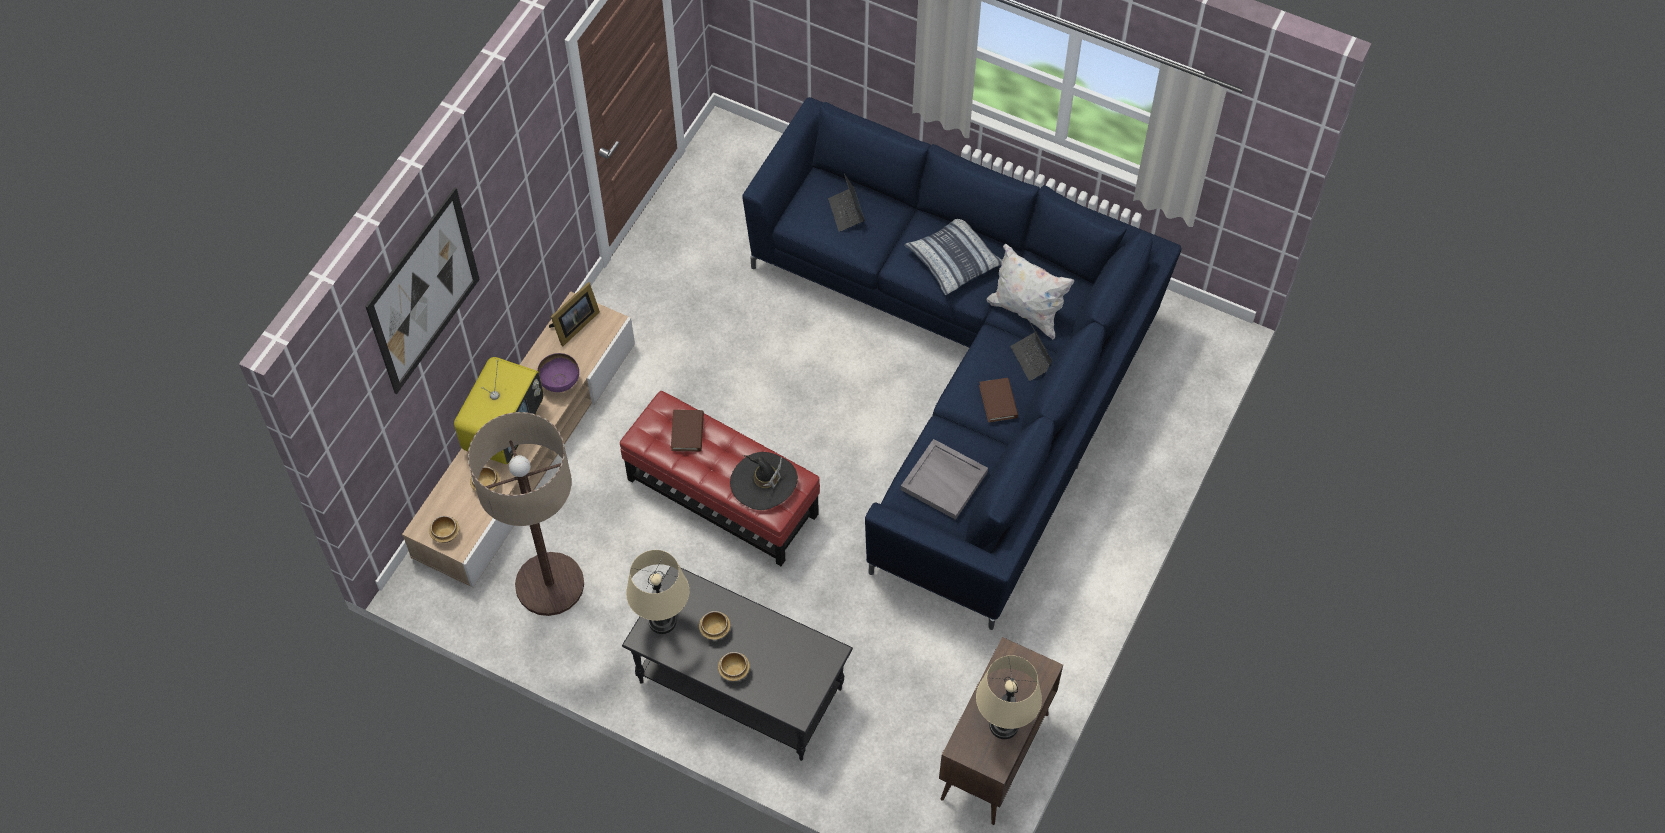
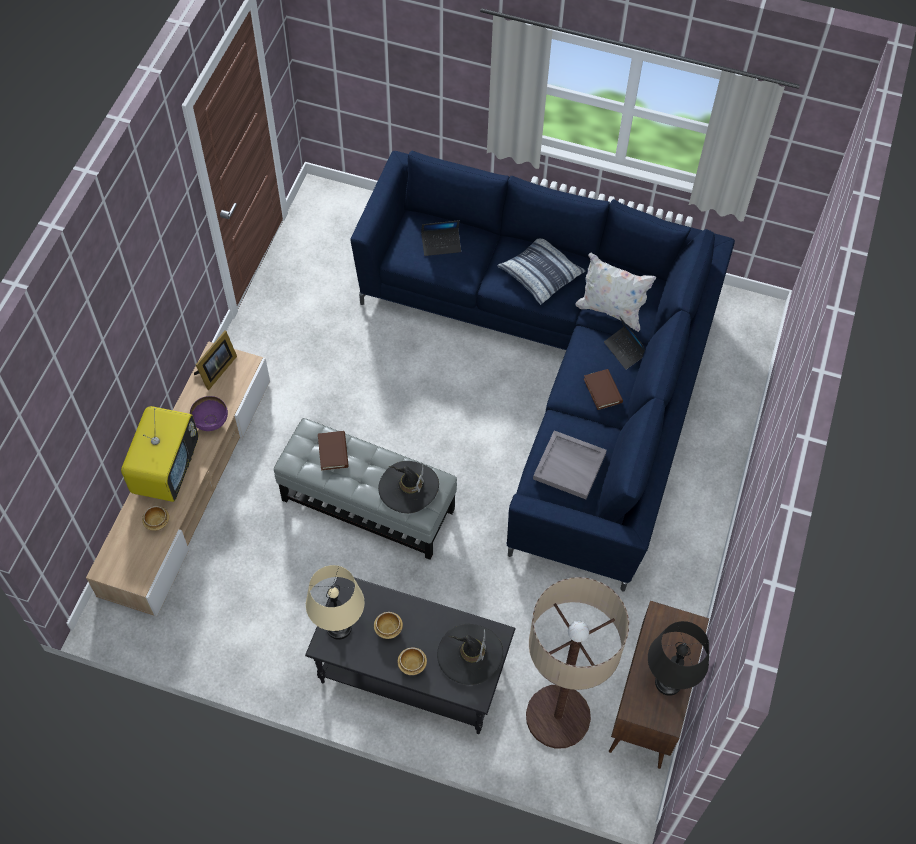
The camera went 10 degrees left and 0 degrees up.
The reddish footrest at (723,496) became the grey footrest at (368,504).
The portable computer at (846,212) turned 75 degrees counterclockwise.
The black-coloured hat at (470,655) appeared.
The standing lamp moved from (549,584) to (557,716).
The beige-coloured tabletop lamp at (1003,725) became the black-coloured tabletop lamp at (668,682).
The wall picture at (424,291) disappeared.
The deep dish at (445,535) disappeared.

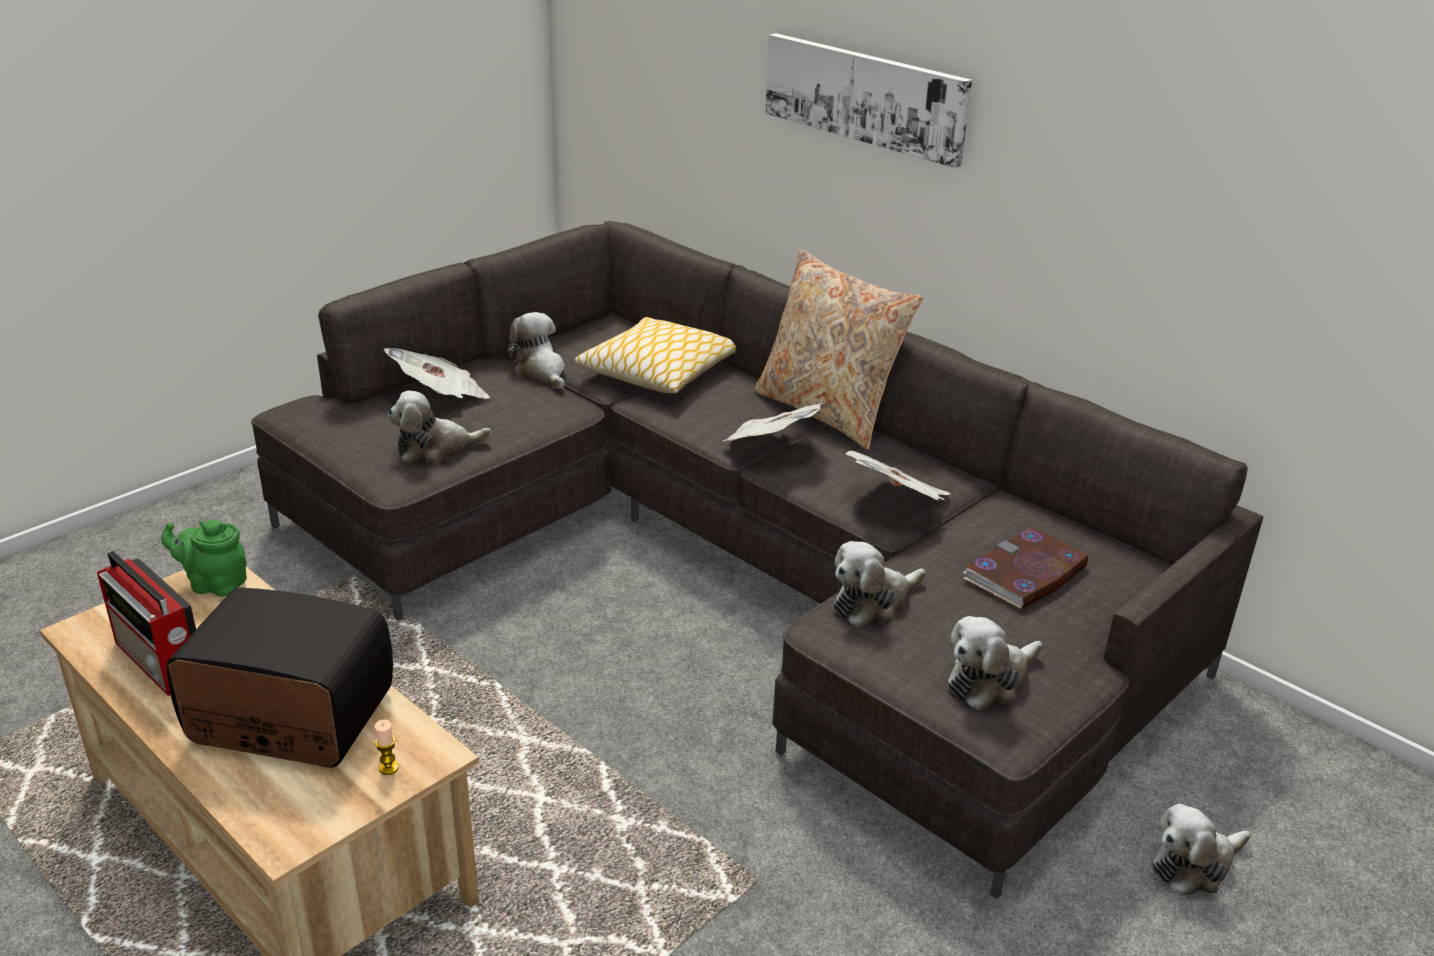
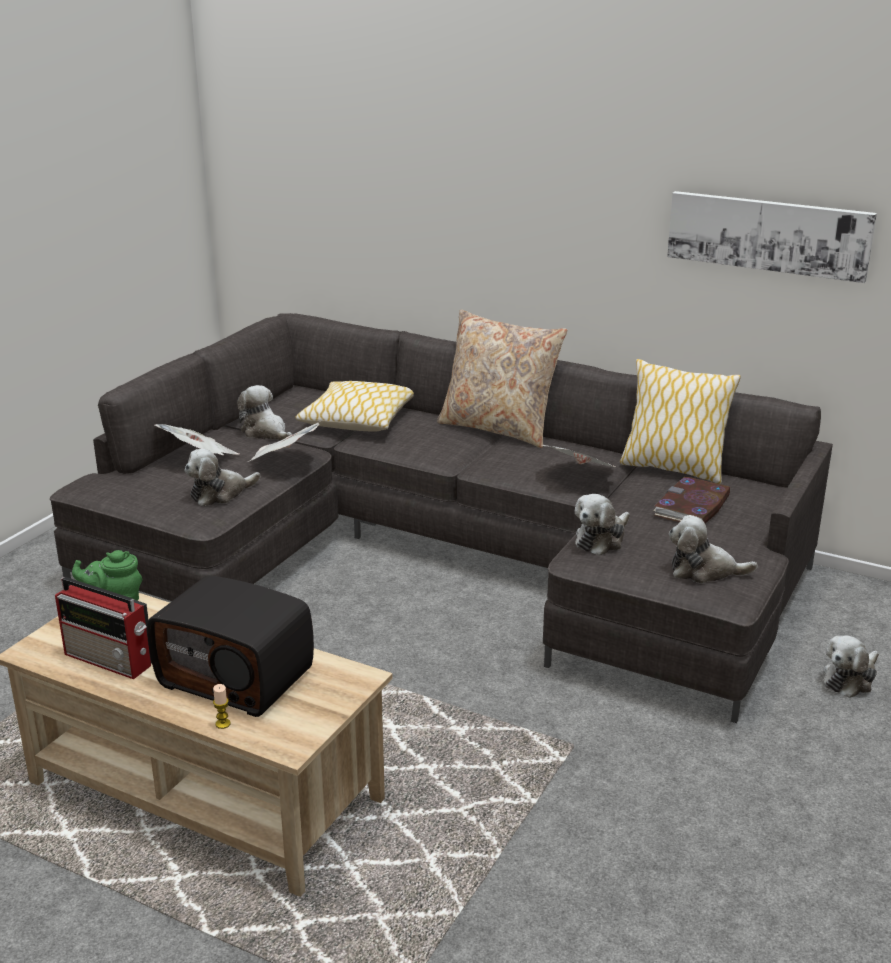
The camera went 15 degrees left and 5 degrees down.
The radio receiver at (289,719) turned 150 degrees counterclockwise.
The candle moved from (388,768) to (223,724).
The printed paper moved from (771,445) to (284,460).
The throw pillow at (673,468) appeared.
The wall picture moved from (865,96) to (768,234).
The cuddly toy at (989,681) turned 60 degrees clockwise.

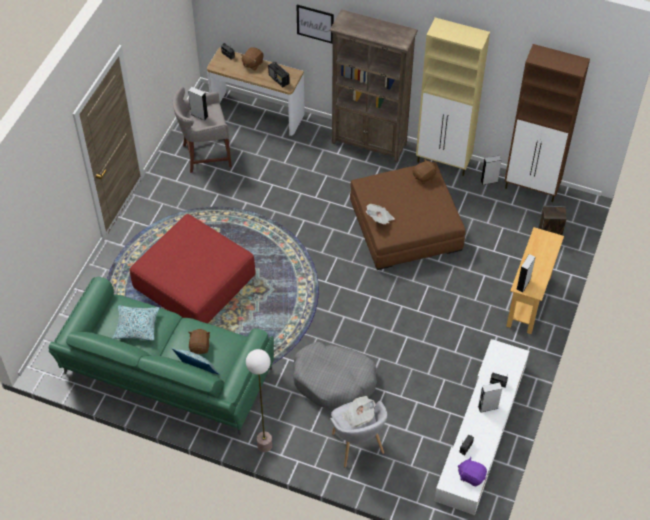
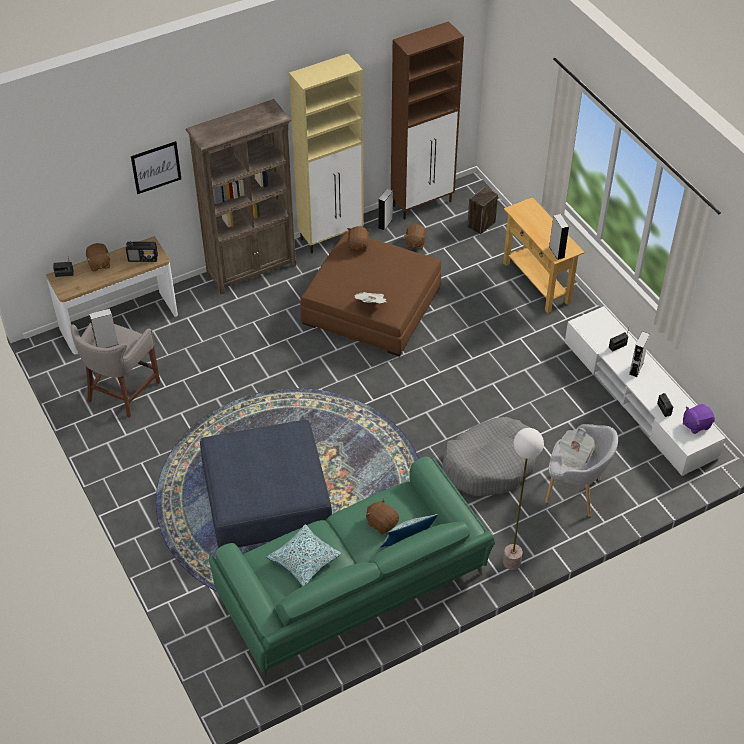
The camera went 50 degrees left and 5 degrees down.
The reddish footrest at (193,282) became the blue-coloured footrest at (266,498).
The brown cuddly toy at (415,243) appeared.

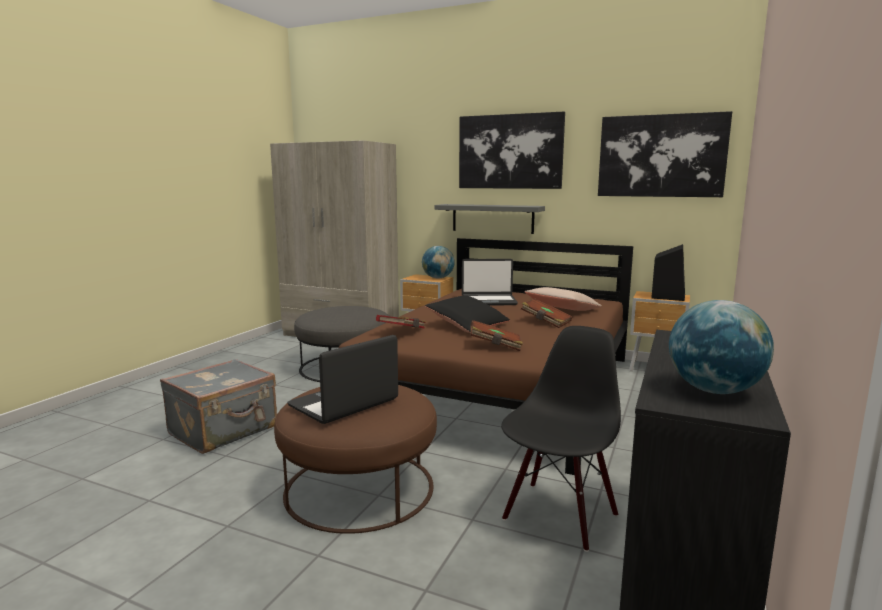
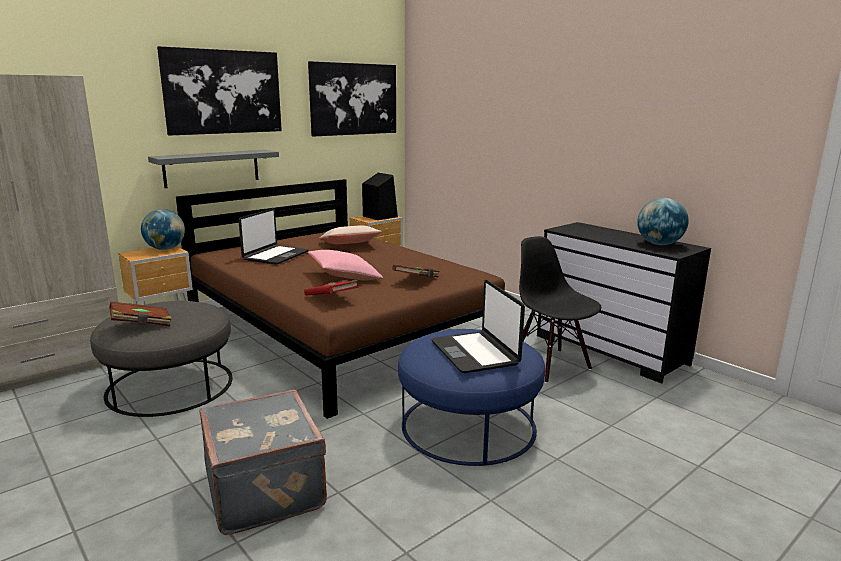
The camera went 65 degrees left and 5 degrees up.
The brown volume moved from (545,322) to (142,325).
The black-coloured throw pillow at (467,325) became the pinkish throw pillow at (344,277).
The brown footrest at (359,488) became the blue-coloured footrest at (469,425).

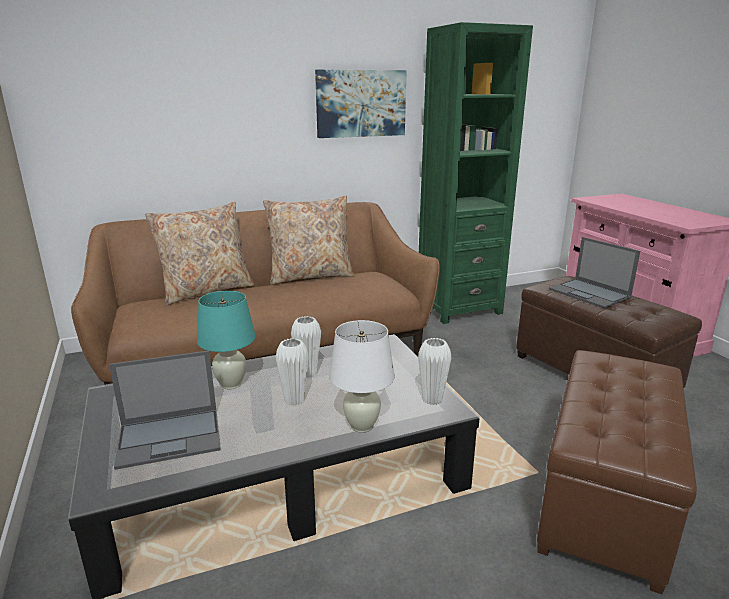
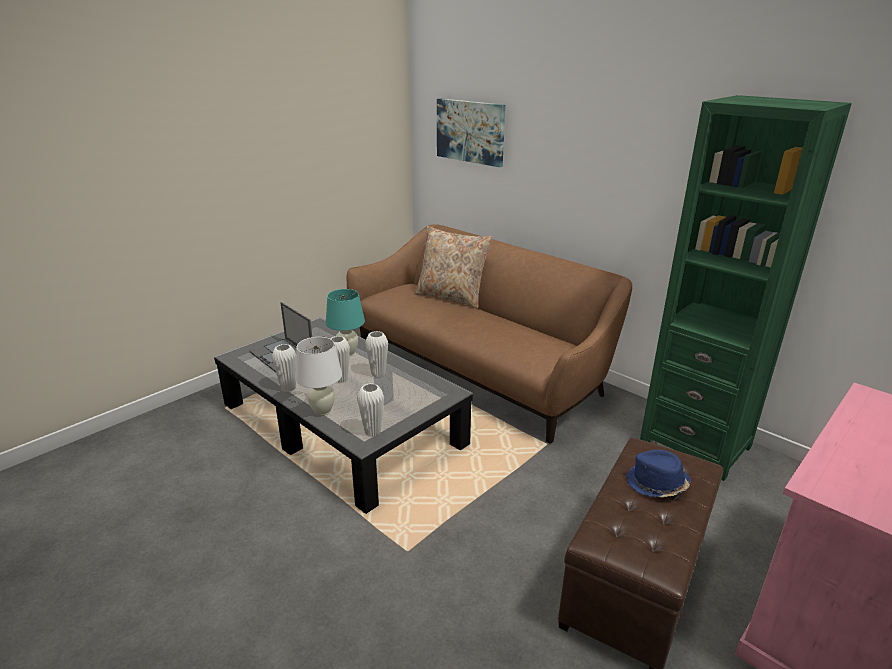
The camera went 65 degrees right and 5 degrees up.
The white vase at (288,388) appeared.
The wall picture moved from (361,103) to (470,131).
The portable computer at (590,293) was replaced by the blue-coloured hat at (656,484).
The beige-coloured throw pillow at (310,276) disappeared.
The brown footrest at (605,498) disappeared.

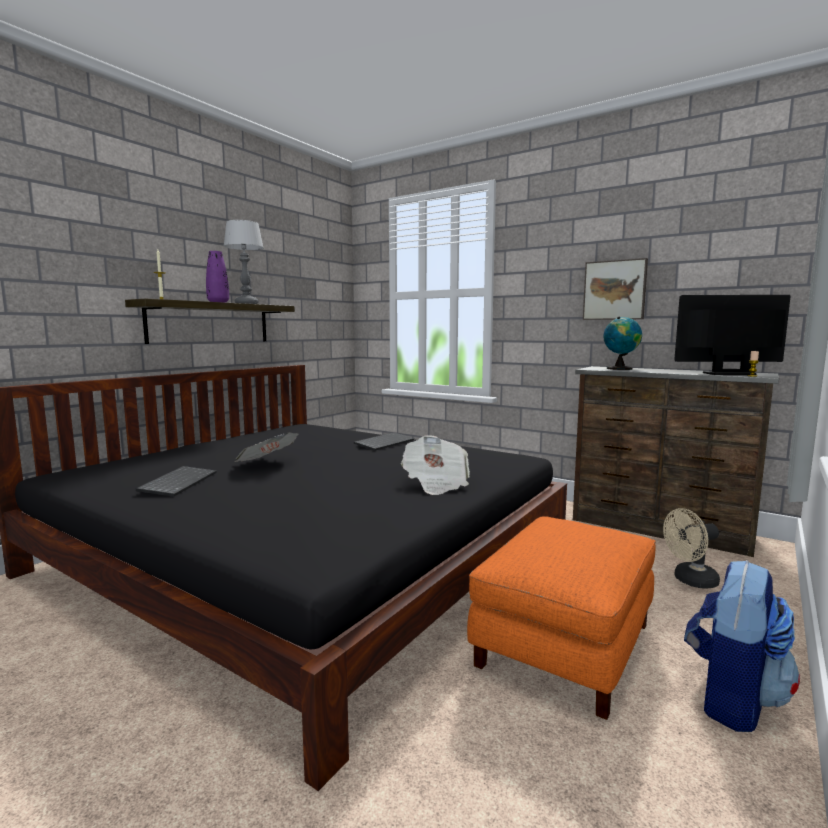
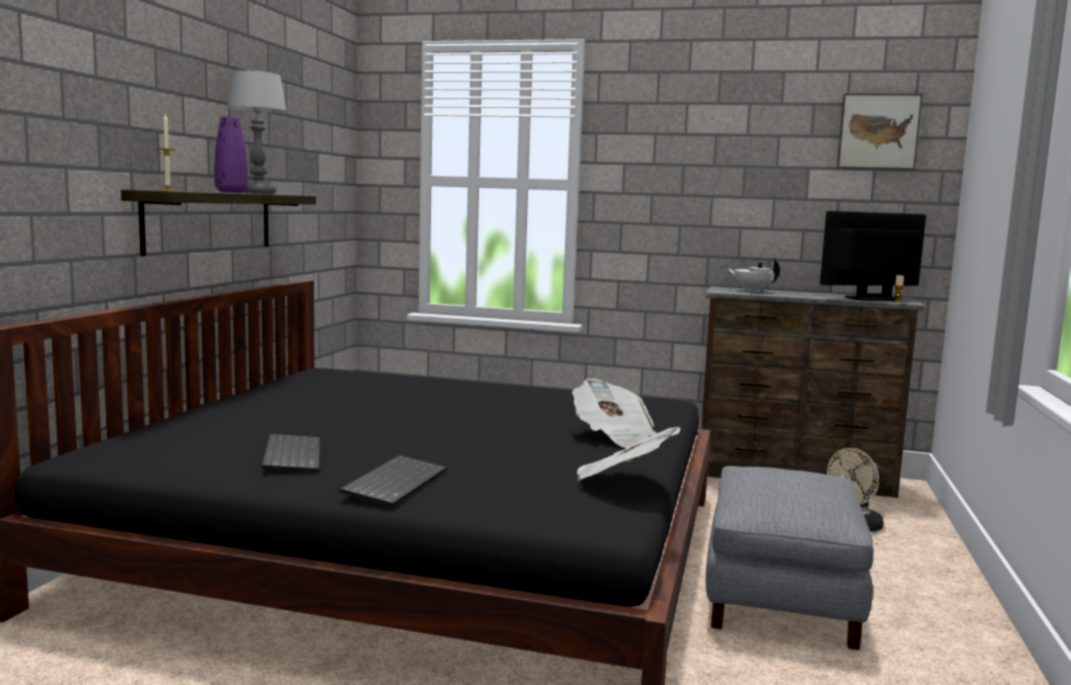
The camera went 20 degrees left and 0 degrees up.
The keyboard moved from (384,442) to (394,483).
The printed paper moved from (267,464) to (622,481).
The orangey footrest at (563,643) became the grey footrest at (779,596).
The world globe at (620,368) was replaced by the white teapot at (752,291).
The wall picture moved from (615,290) to (878,132).
The knapsack at (732,698) disappeared.

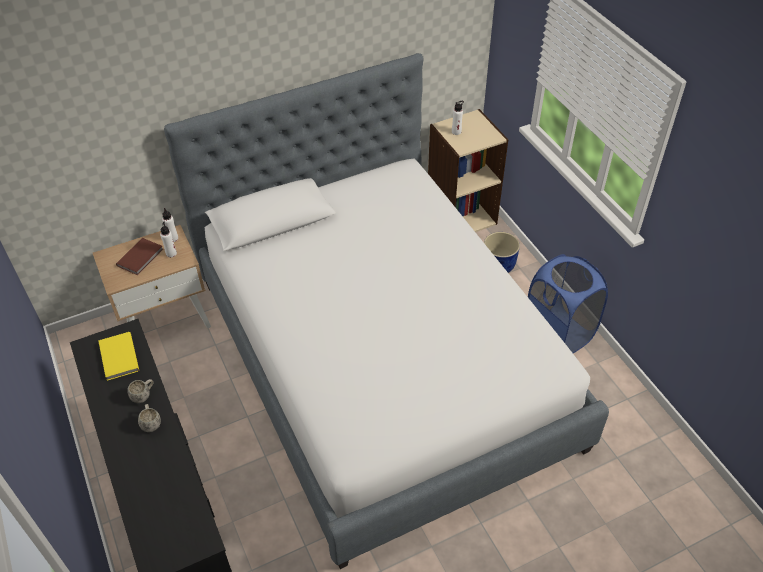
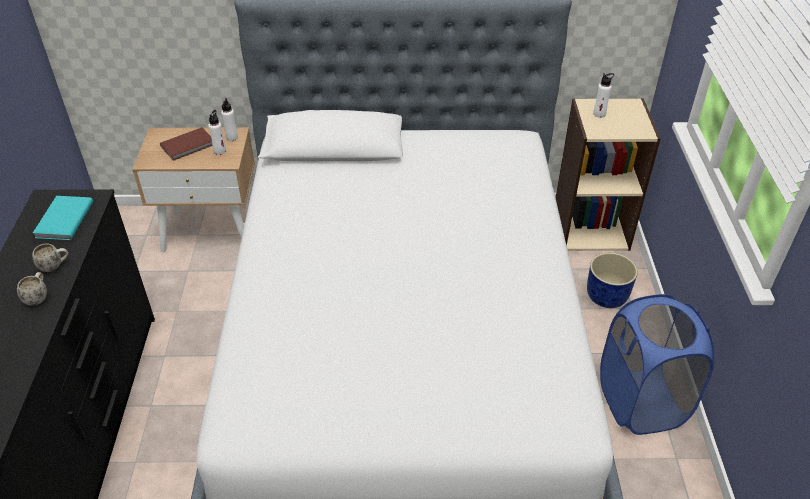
The camera went 25 degrees right and 5 degrees down.
The yellow volume at (118,358) became the turquoise-coloured volume at (63,220).

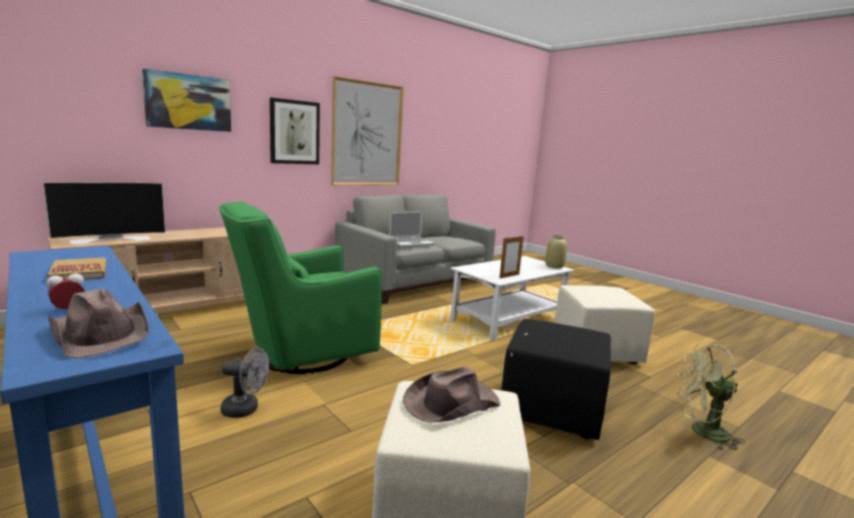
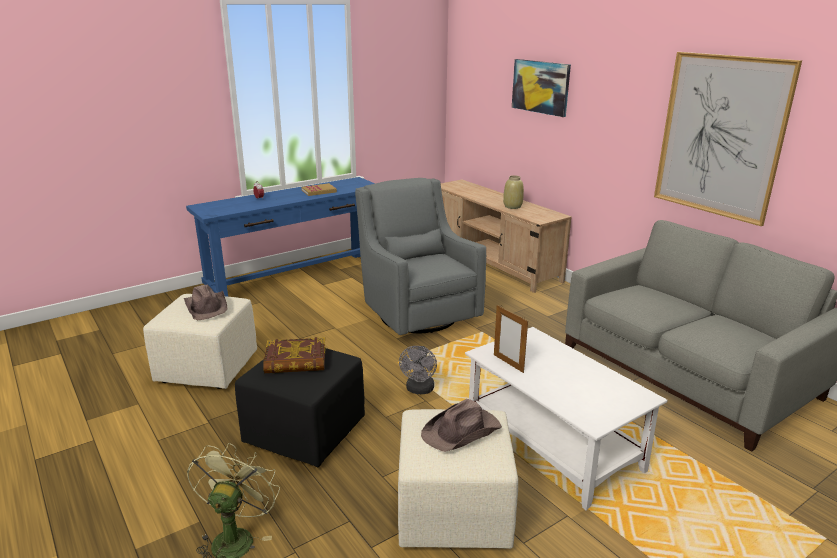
The camera went 95 degrees right and 10 degrees up.
The volume at (295,361) appeared.
The greenish easy chair at (299,353) became the grey easy chair at (417,313).
The grey electric fan moved from (245,409) to (419,390).
The brown hat moved from (102,333) to (462,431).
The beige-coloured vase moved from (554,266) to (513,206).
The TV at (111,239) disappeared.
The wall picture at (294,132) disappeared.
The portable computer at (411,243) disappeared.

